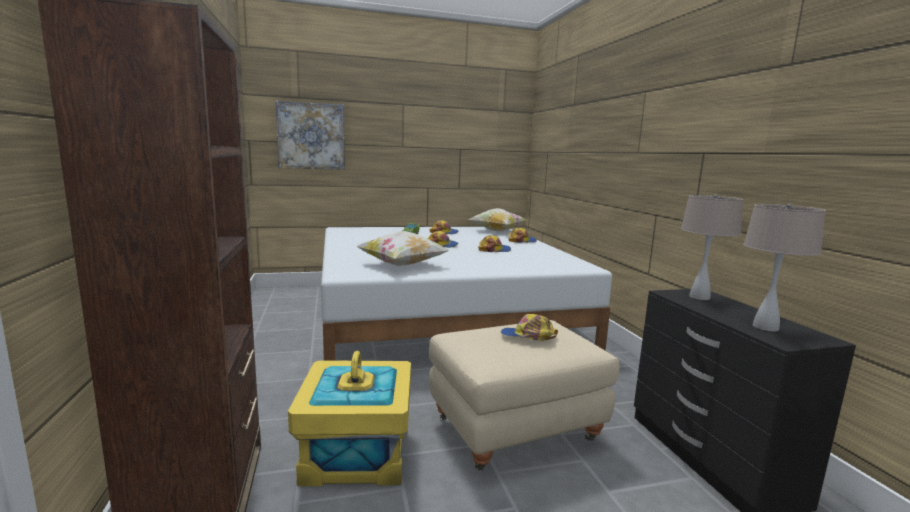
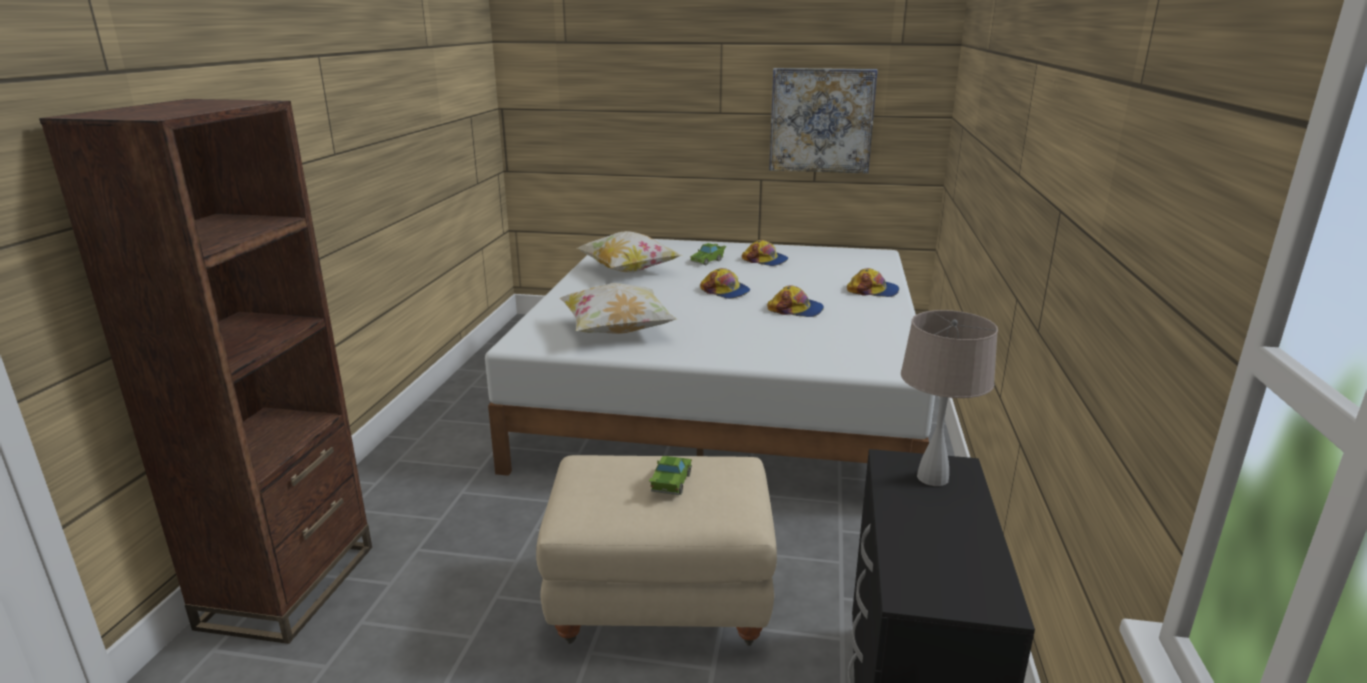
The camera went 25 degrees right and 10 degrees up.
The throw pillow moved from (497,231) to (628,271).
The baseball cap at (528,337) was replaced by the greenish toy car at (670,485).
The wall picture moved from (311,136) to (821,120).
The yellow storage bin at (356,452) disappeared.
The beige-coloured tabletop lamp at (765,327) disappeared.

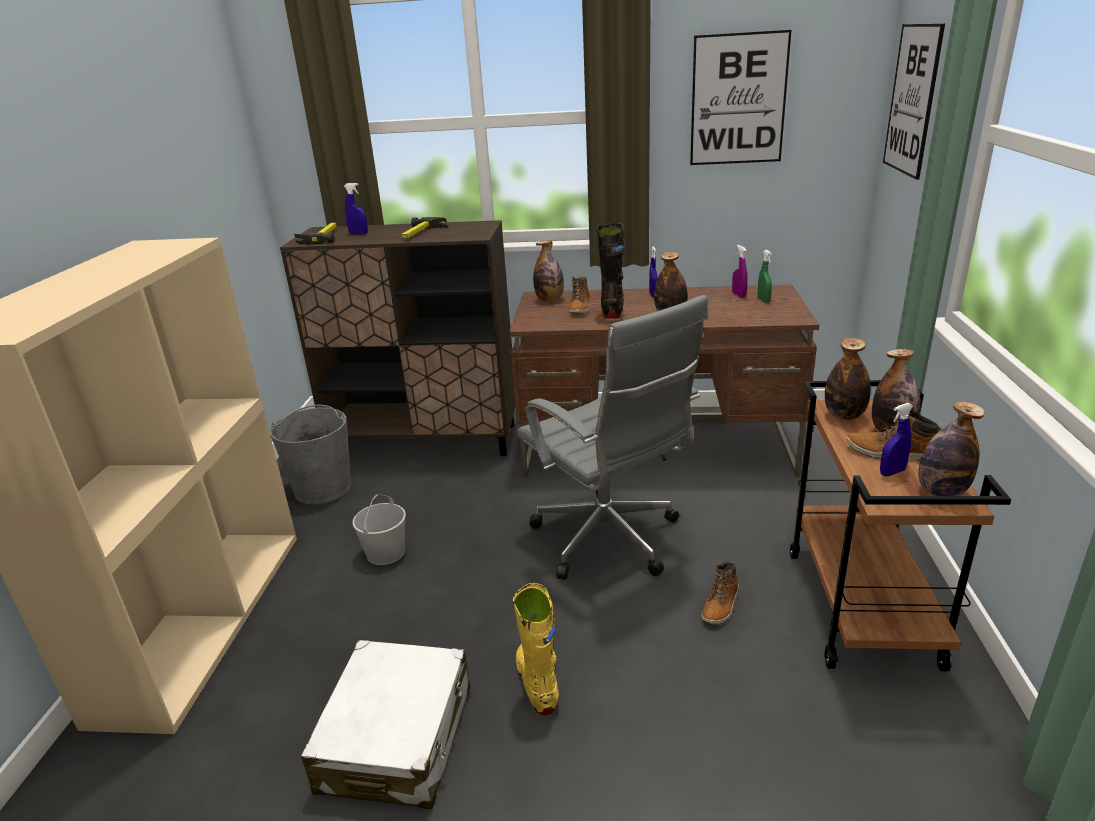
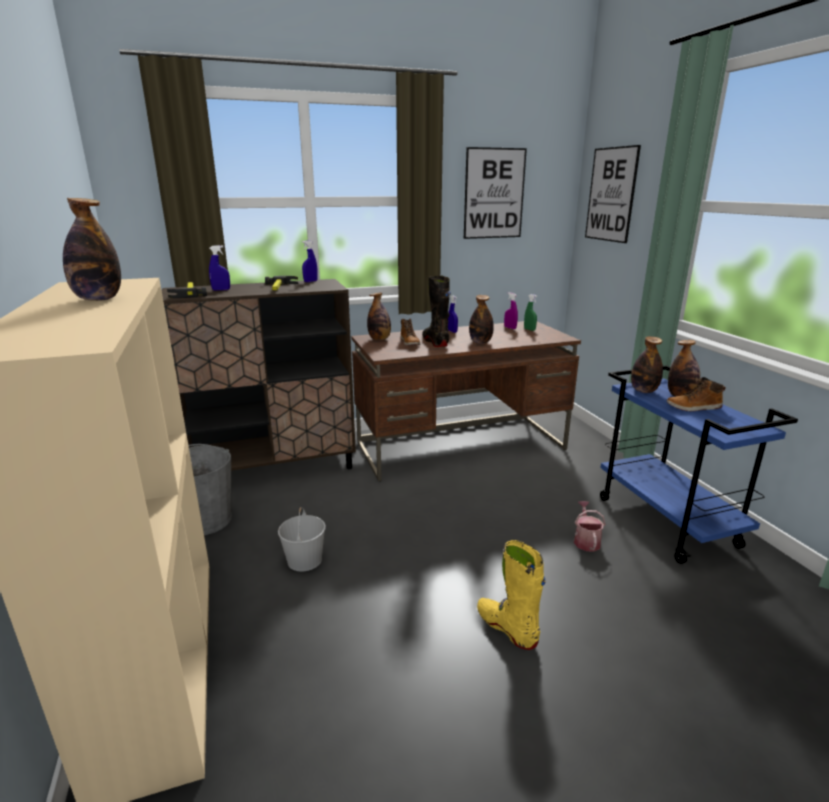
The camera went 25 degrees left and 5 degrees down.
The drink bottle moved from (941,492) to (98,299).
The blue-coloured sprayer moved from (892,472) to (310,281).
The boot at (721,605) was replaced by the watering can at (586,540).
The brown wheeled cart at (862,608) became the blue-coloured wheeled cart at (668,522).
The white piece of luggage at (397,739) disappeared.
The grey office chair at (610,541) disappeared.

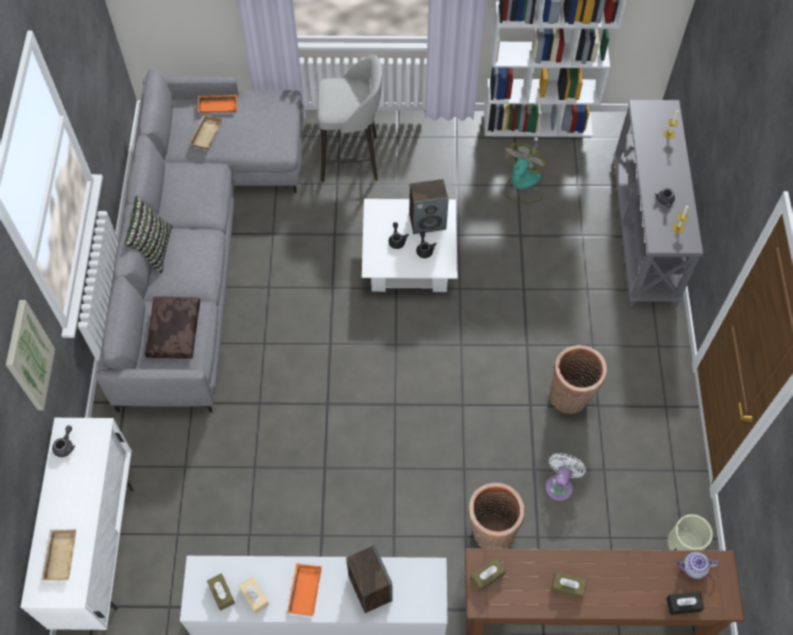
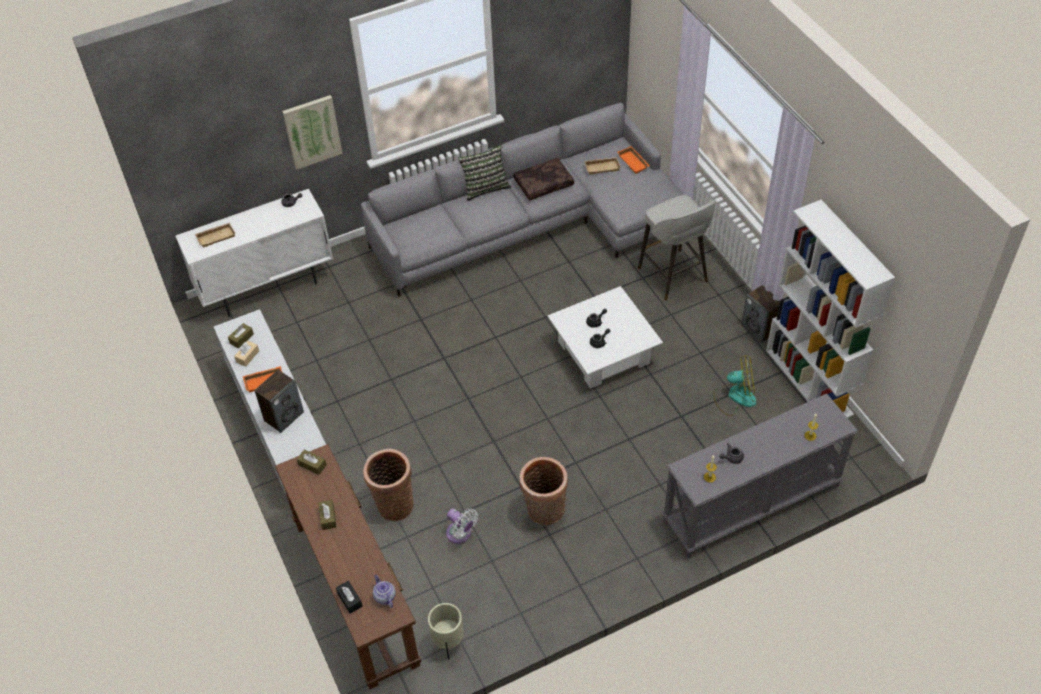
The camera went 65 degrees right and 10 degrees down.
The white electric fan at (560,485) turned 45 degrees clockwise.
The brown throw pillow moved from (173,331) to (543,183).
The loudspeaker moved from (427,221) to (759,329).

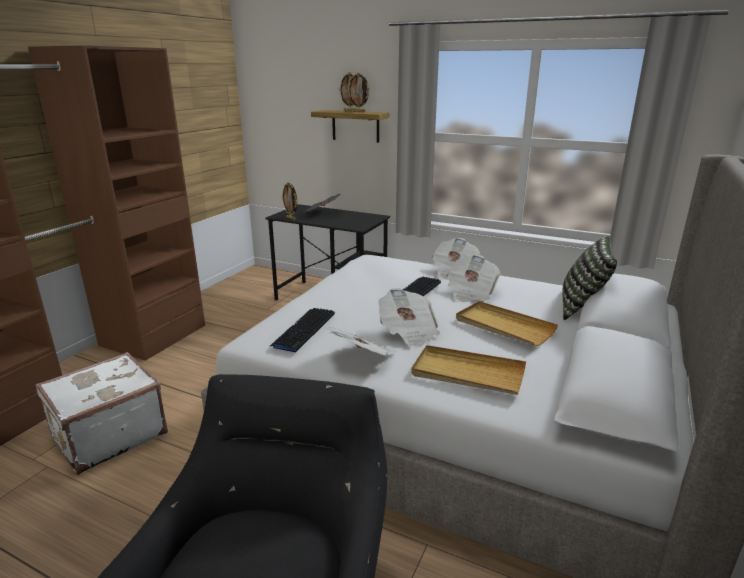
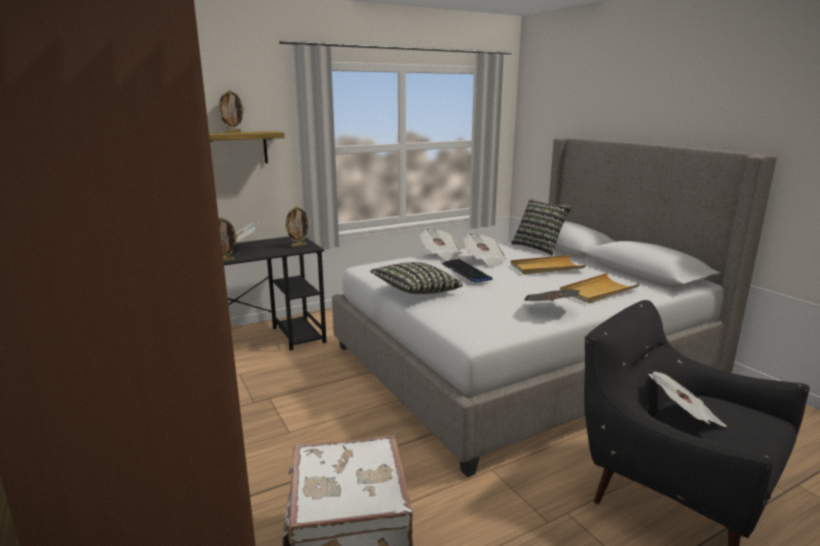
The camera went 55 degrees left and 5 degrees down.
The picture frame moved from (359,112) to (298,245).
The throw pillow at (415,292) appeared.
The printed paper moved from (408,333) to (683,416).
The keyboard at (304,330) disappeared.

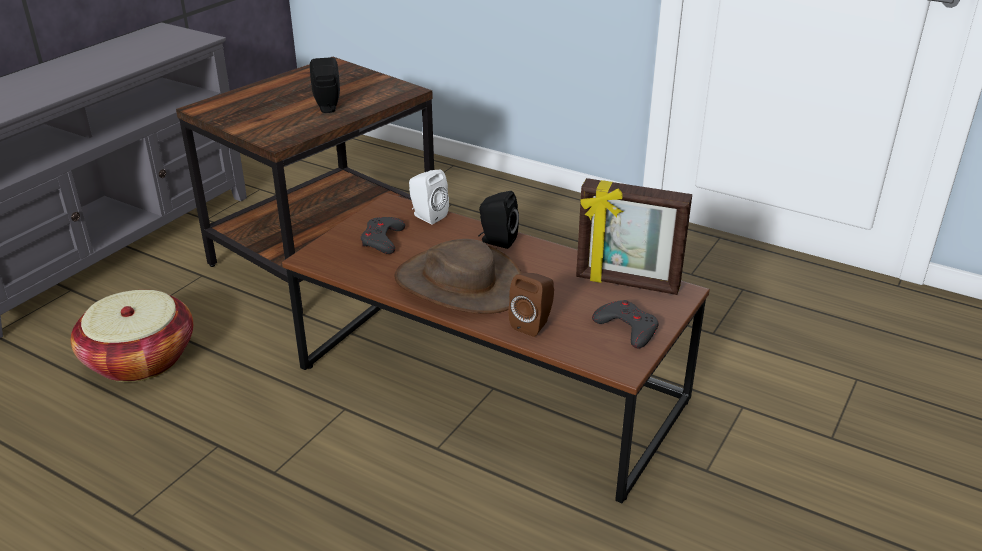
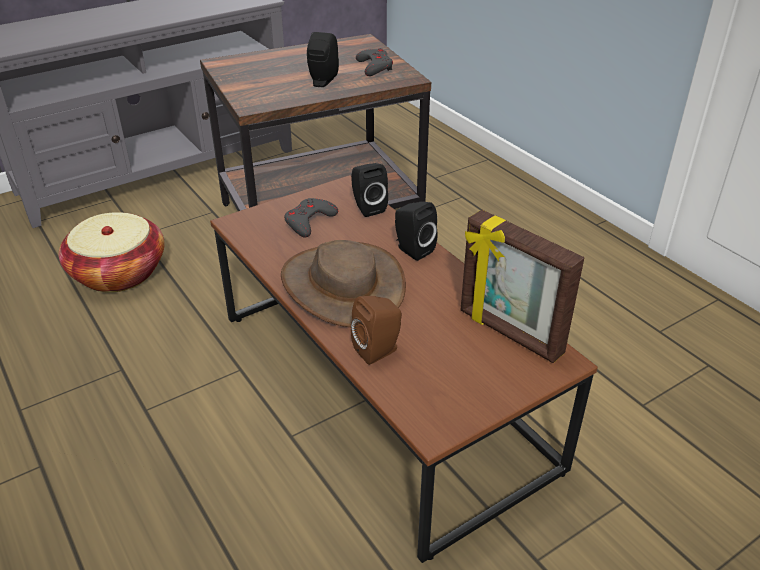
The camera went 25 degrees right and 5 degrees up.
The white loudspeaker at (427,216) became the black-coloured loudspeaker at (367,207).
The grey gamepad moved from (627,328) to (374,67).

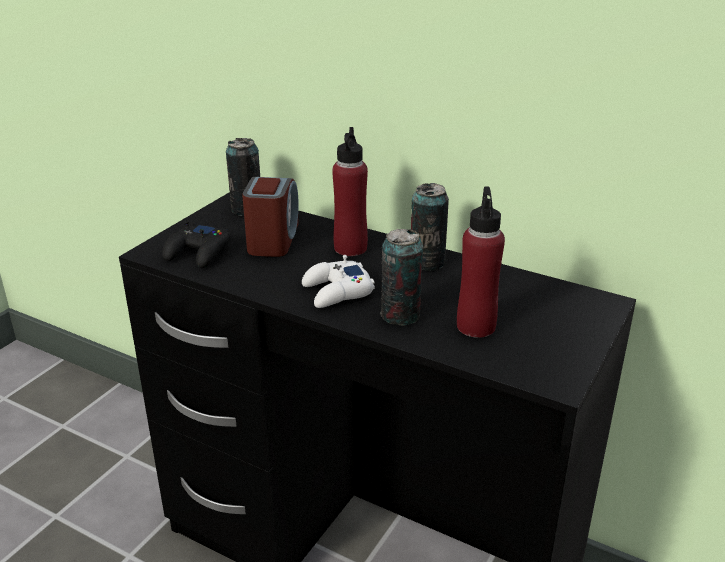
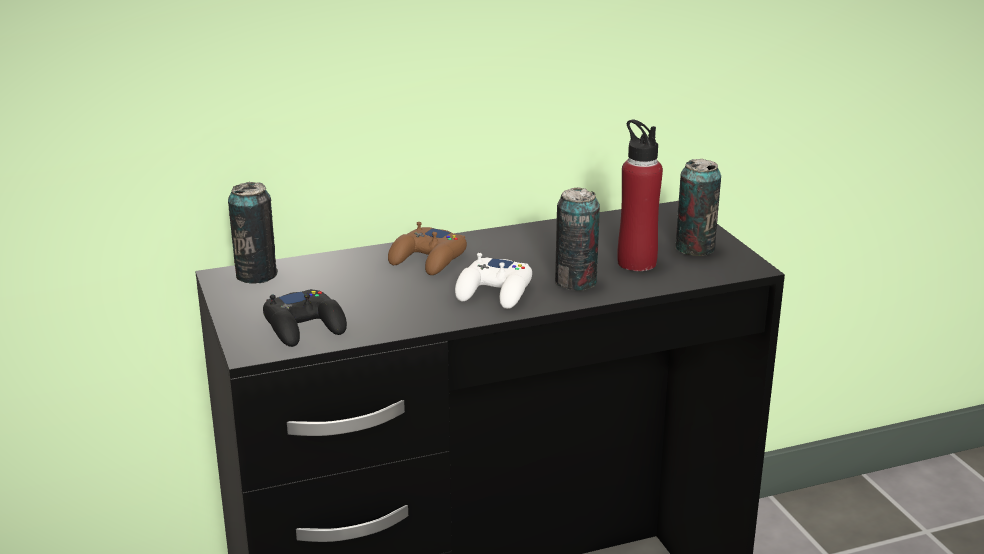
The camera went 50 degrees left and 5 degrees down.
The reddish drink bottle at (350,248) was replaced by the brown gamepad at (428,259).
The sealed can moved from (427,262) to (694,248).
The alarm clock at (273,239) disappeared.

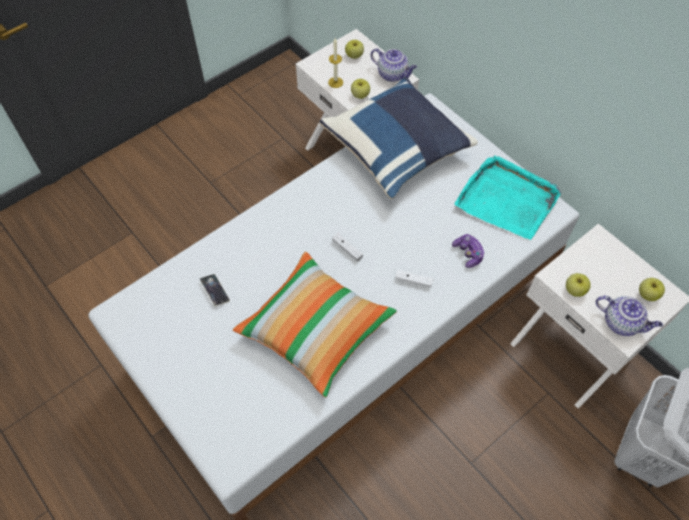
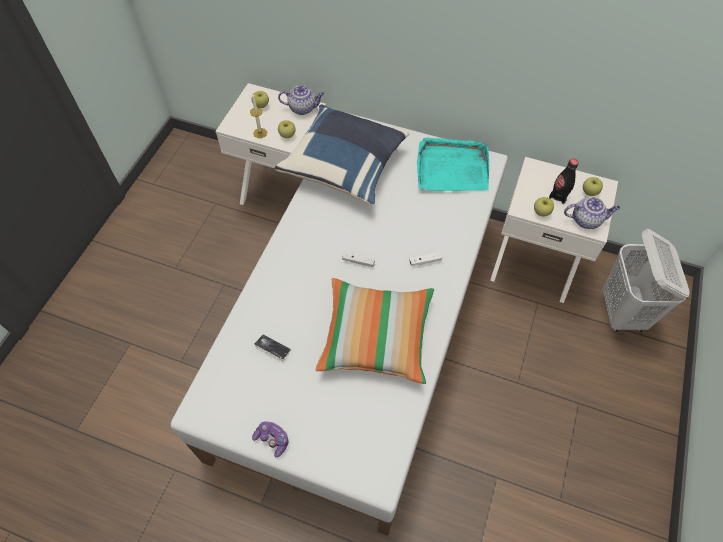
The camera went 30 degrees left and 0 degrees up.
The gamepad moved from (468,254) to (272,439).
The black-coloured drink bottle at (559,195) appeared.

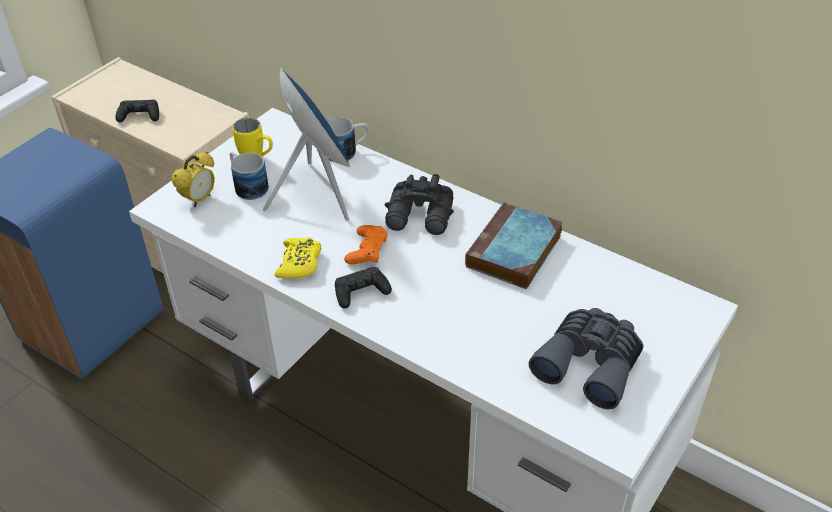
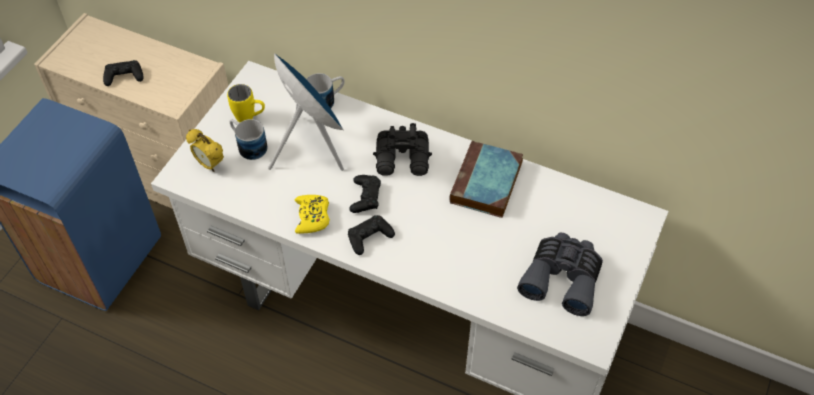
The camera went 10 degrees left and 10 degrees up.
The alarm clock at (199,200) turned 105 degrees clockwise.
The orangey gamepad at (367,250) became the black-coloured gamepad at (365,197).

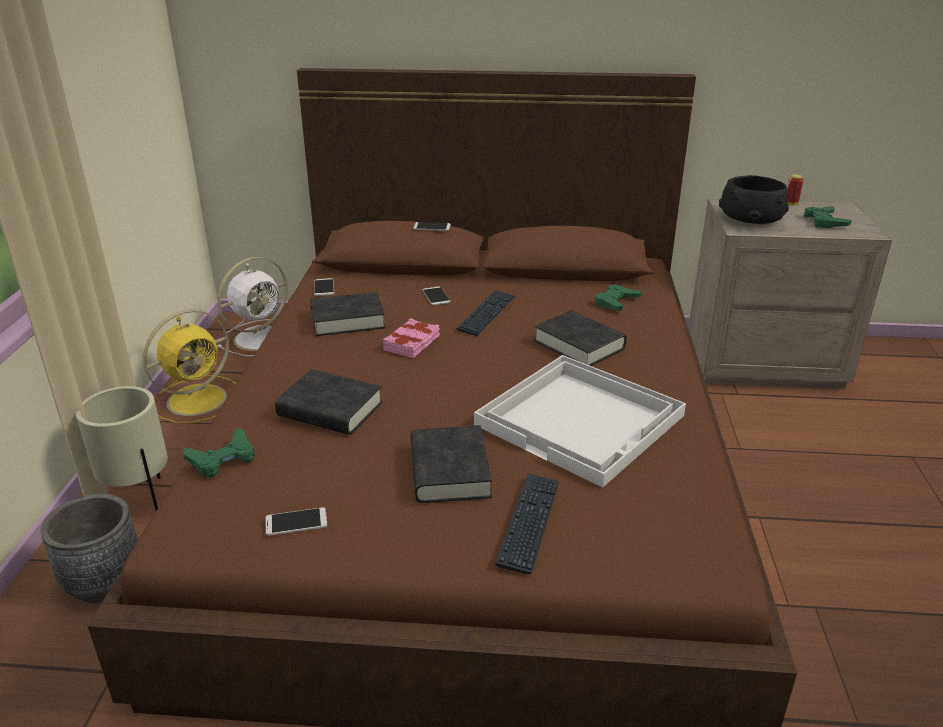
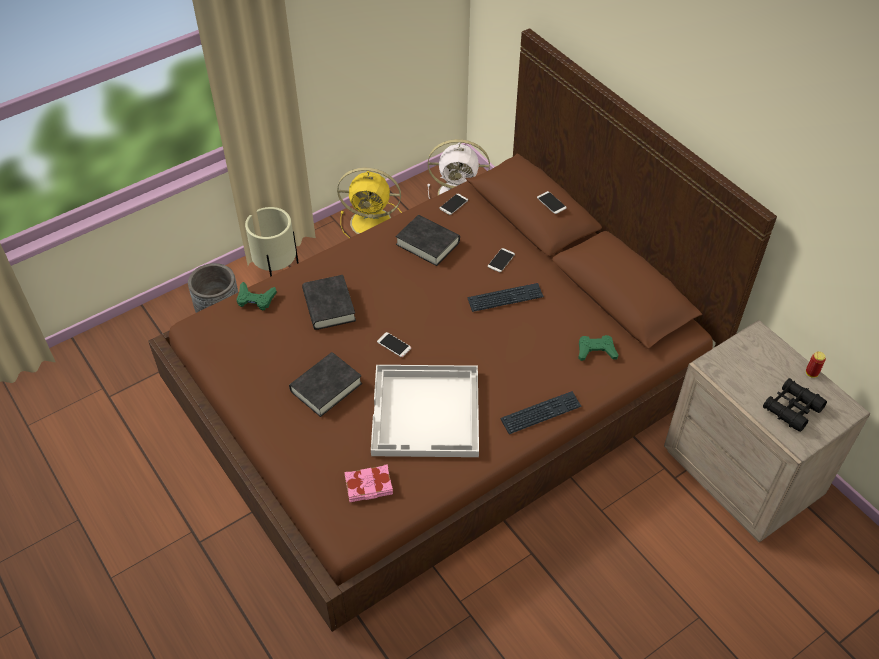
The camera went 50 degrees right and 20 degrees up.
The pinkish volume moved from (412,343) to (369,486).
The telephone moved from (296,522) to (394,345).
The keyboard moved from (529,523) to (541,413).
The greenish gamepad at (824,221) was replaced by the black-coloured binoculars at (792,409).
The black-coloured volume at (579,345) disappeared.
The black-coloured deep dish at (750,219) disappeared.

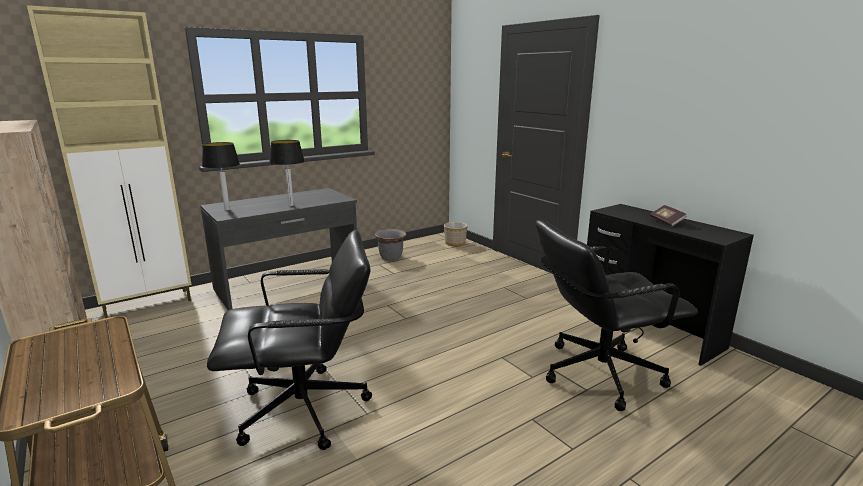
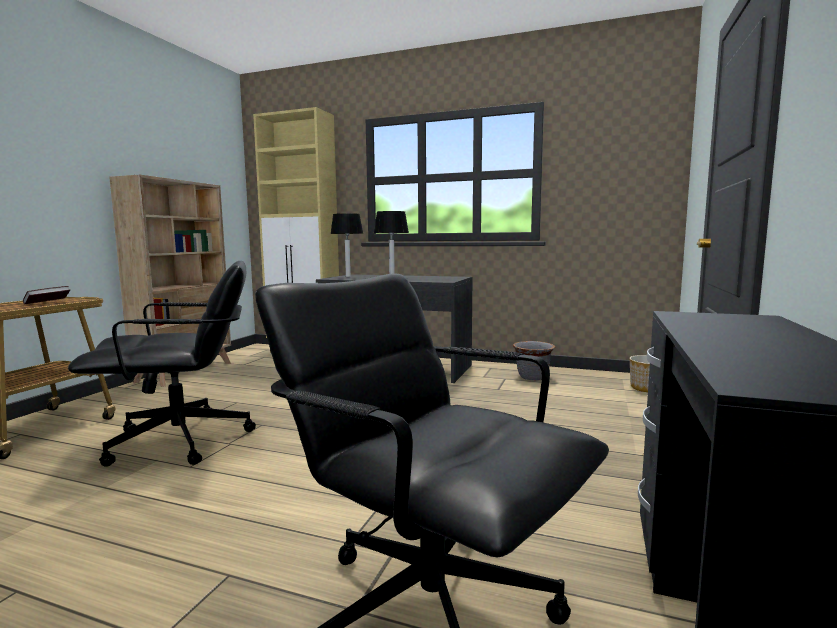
The camera went 55 degrees right and 10 degrees down.
The volume moved from (666,222) to (47,303).
The black-coloured office chair at (305,410) turned 60 degrees counterclockwise.

